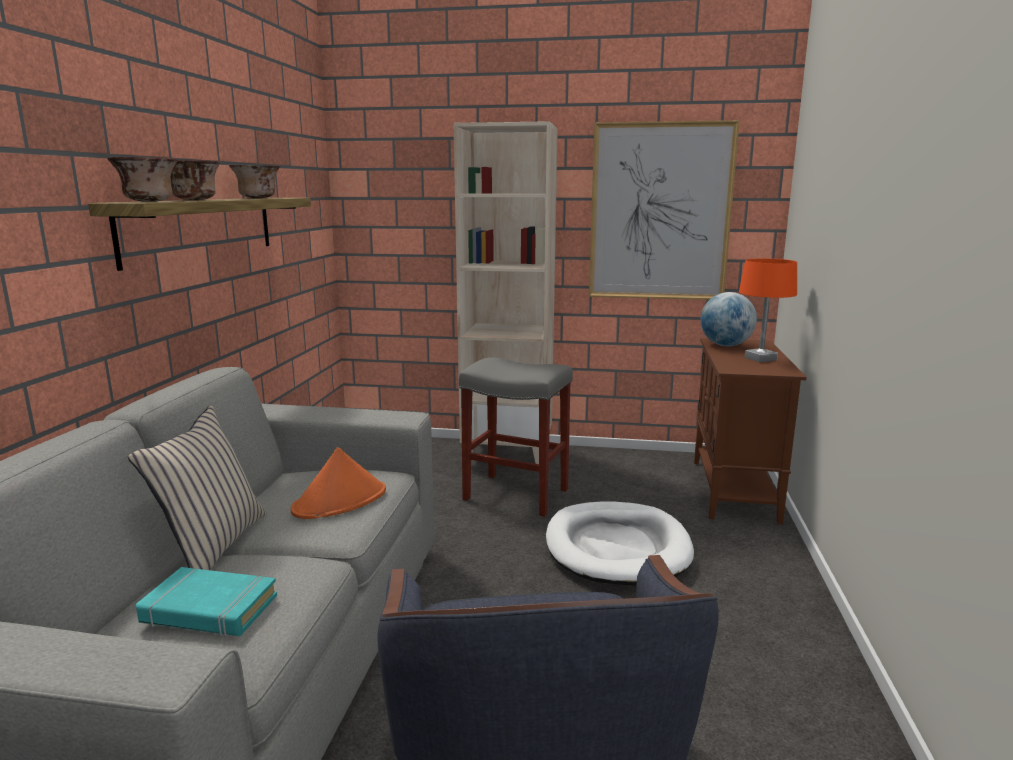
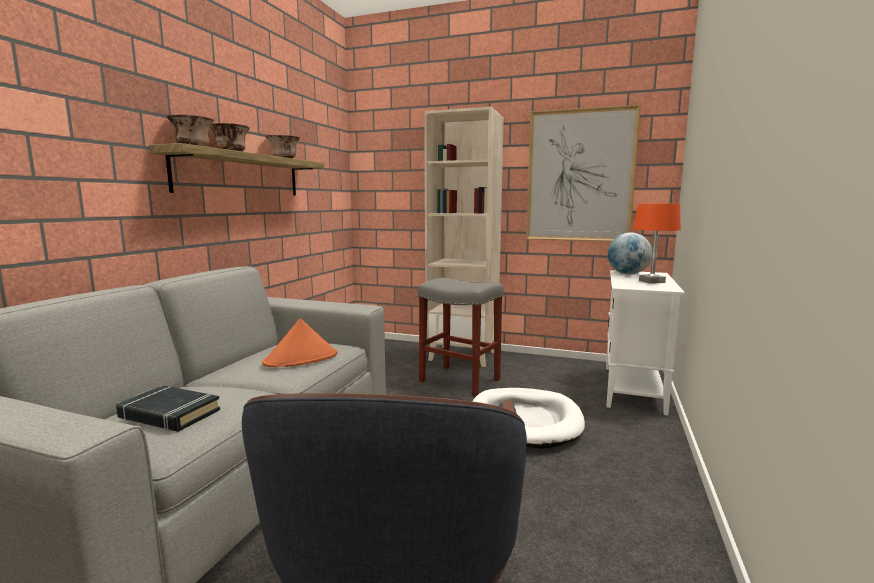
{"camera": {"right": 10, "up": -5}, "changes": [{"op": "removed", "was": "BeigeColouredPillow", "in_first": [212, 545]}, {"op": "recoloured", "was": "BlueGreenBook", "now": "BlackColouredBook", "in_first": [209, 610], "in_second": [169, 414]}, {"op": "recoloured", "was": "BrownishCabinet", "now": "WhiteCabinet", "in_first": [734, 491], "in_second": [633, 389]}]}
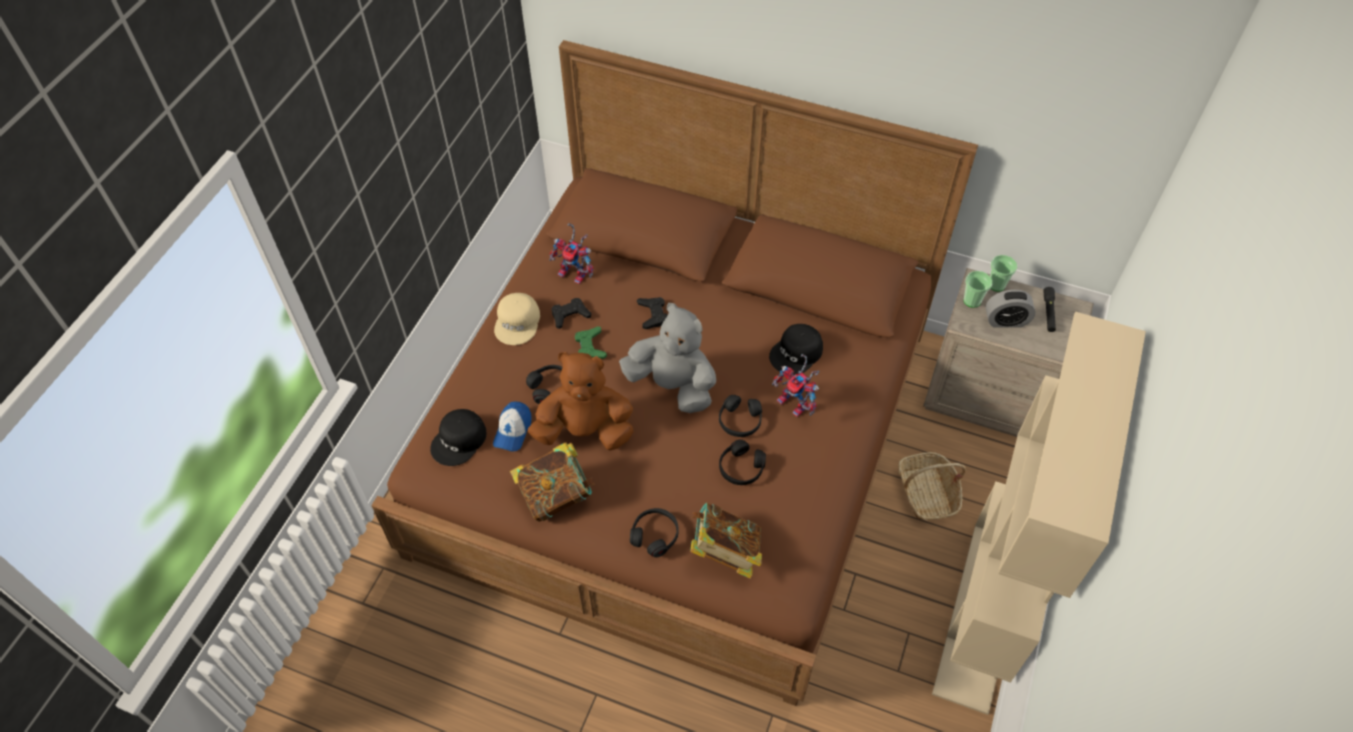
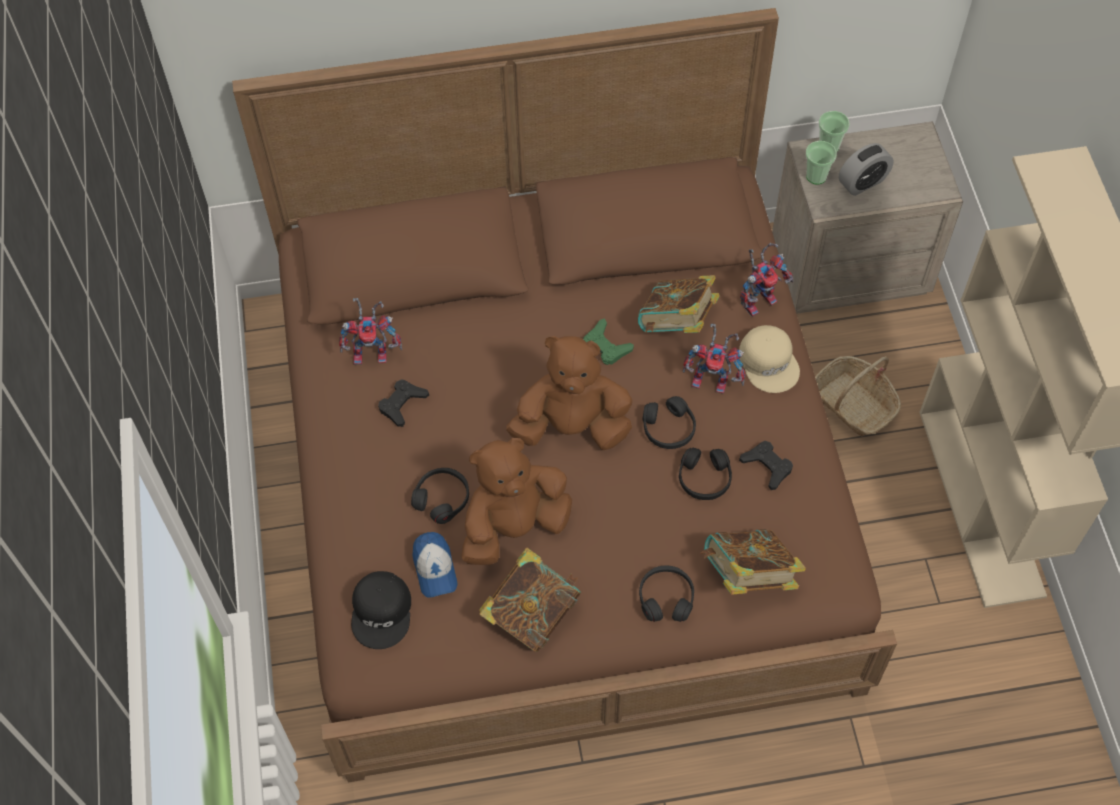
{"camera": {"right": -30, "up": 5}, "changes": [{"op": "removed", "was": "BlackColouredTorch", "in_first": [1048, 313]}, {"op": "added", "now": "ModelRobot", "in_second": [759, 299]}, {"op": "moved", "was": "BeigeColouredBaseballCap", "in_first": [518, 322], "in_second": [769, 362]}, {"op": "moved", "was": "GreenishJoypad", "in_first": [590, 347], "in_second": [606, 346]}, {"op": "moved", "was": "BlackColouredJoypad", "in_first": [653, 315], "in_second": [767, 466]}, {"op": "replaced", "was": "BlackColouredBaseballCap", "now": "Book", "in_first": [797, 353], "in_second": [677, 323]}, {"op": "recoloured", "was": "GreyCuddlyToy", "now": "BrownishCuddlyToy", "in_first": [672, 385], "in_second": [572, 426]}]}
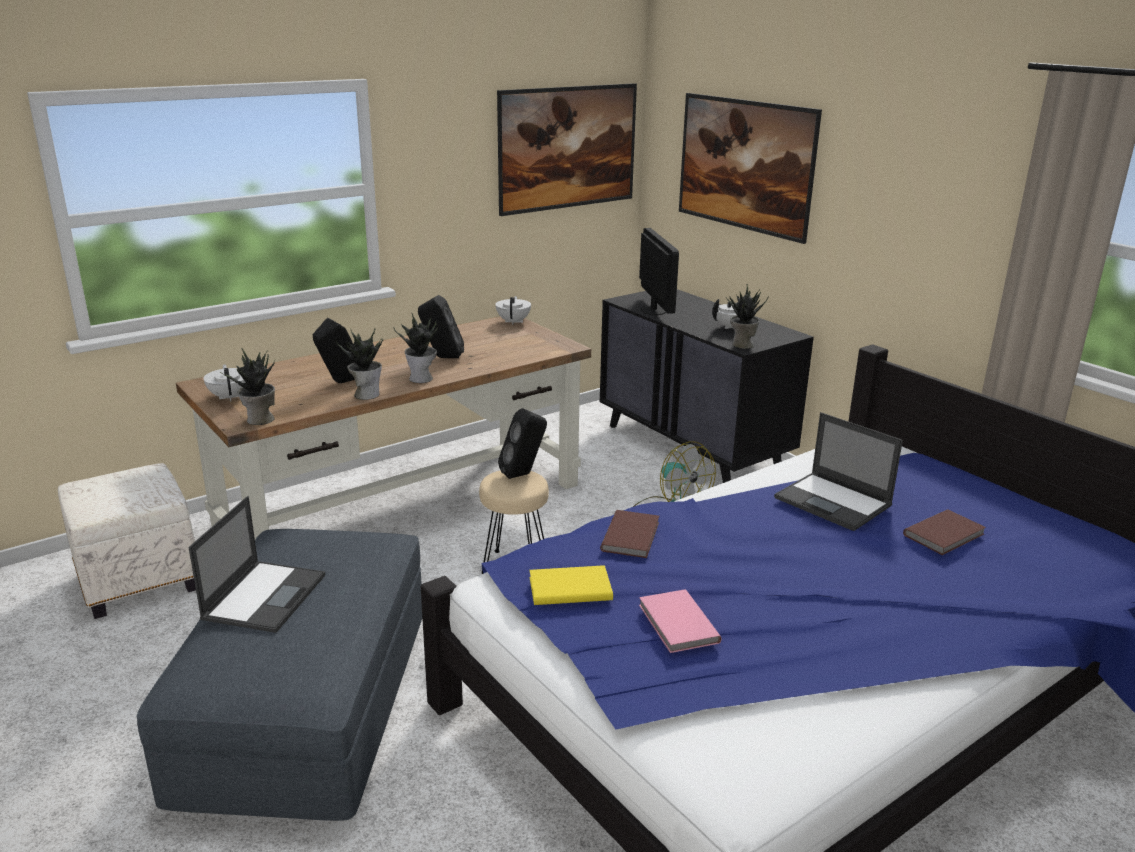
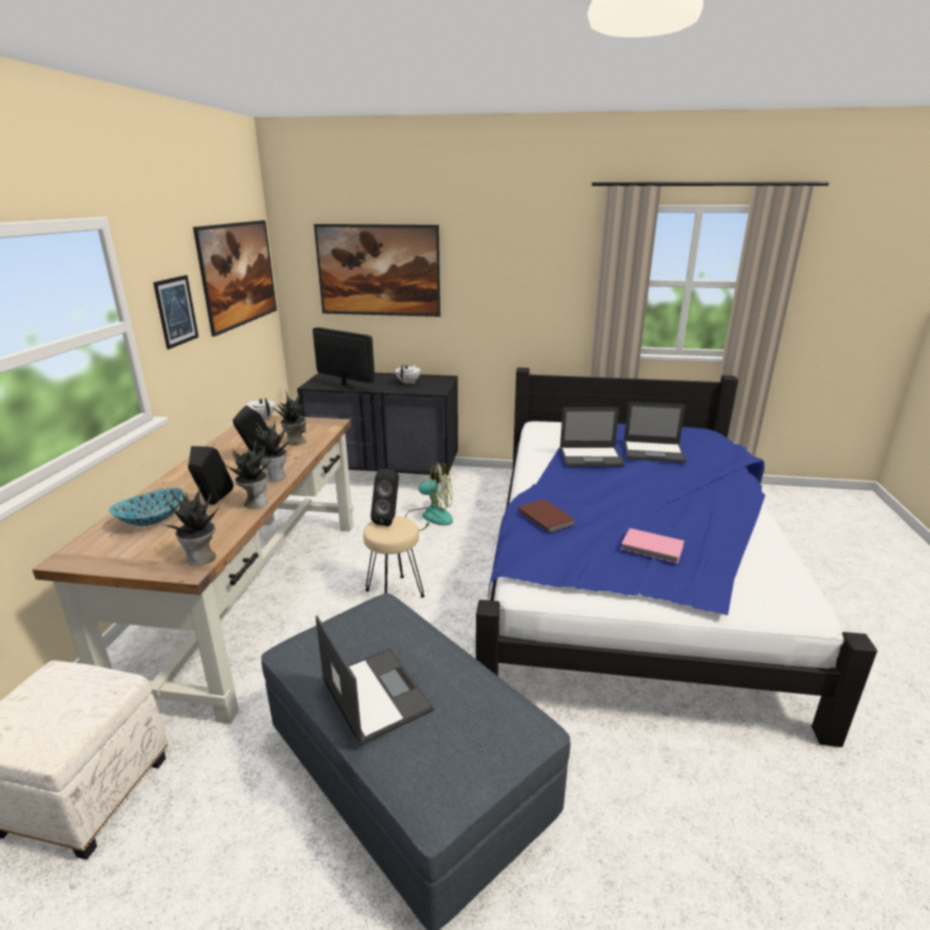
{"camera": {"right": -45, "up": 0}, "changes": [{"op": "removed", "was": "WhitePotForTea", "in_first": [230, 397]}, {"op": "removed", "was": "YellowColouredBook", "in_first": [569, 587]}, {"op": "added", "now": "ServingBowl", "in_second": [152, 520]}, {"op": "added", "now": "WallPicture", "in_second": [176, 311]}, {"op": "moved", "was": "PlantInAPot", "in_first": [742, 345], "in_second": [295, 442]}, {"op": "replaced", "was": "BrownishBook", "now": "NotebookComputer", "in_first": [946, 535], "in_second": [654, 452]}]}
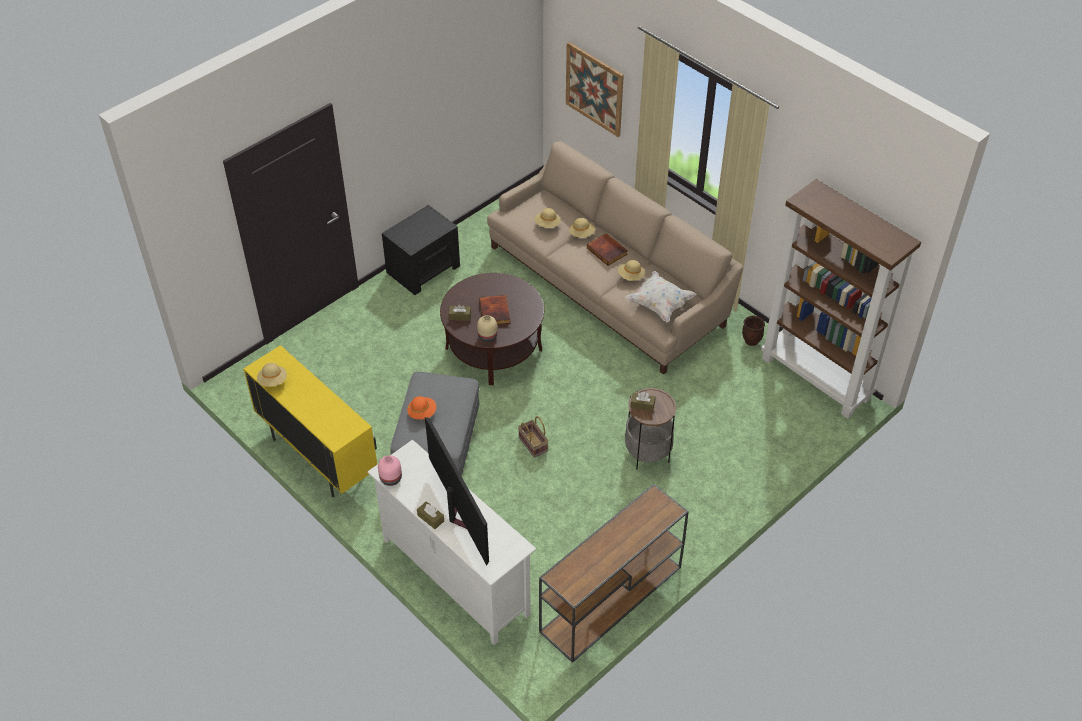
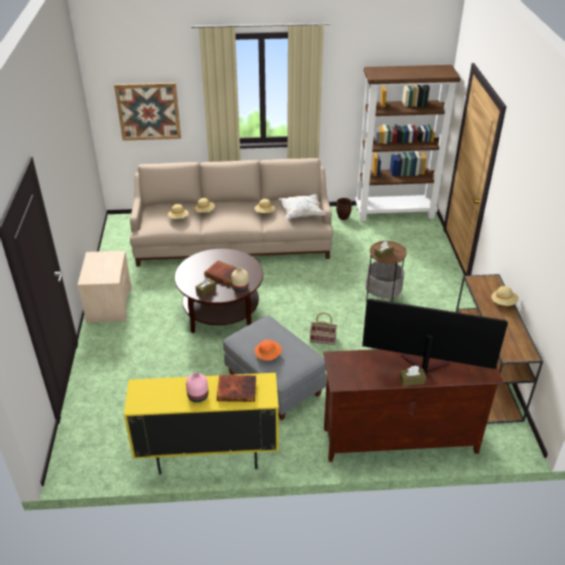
{"camera": {"right": -50, "up": -10}, "changes": [{"op": "moved", "was": "BeigeColouredWearableHat", "in_first": [273, 381], "in_second": [503, 302]}, {"op": "moved", "was": "PinkFlowerVase", "in_first": [390, 478], "in_second": [197, 396]}, {"op": "moved", "was": "Book", "in_first": [607, 251], "in_second": [237, 389]}, {"op": "recoloured", "was": "WhiteTvUnit", "now": "BrownishTvUnit", "in_first": [454, 577], "in_second": [399, 440]}, {"op": "recoloured", "was": "BlackColouredNightTable", "now": "BeigeColouredNightTable", "in_first": [423, 269], "in_second": [109, 304]}]}
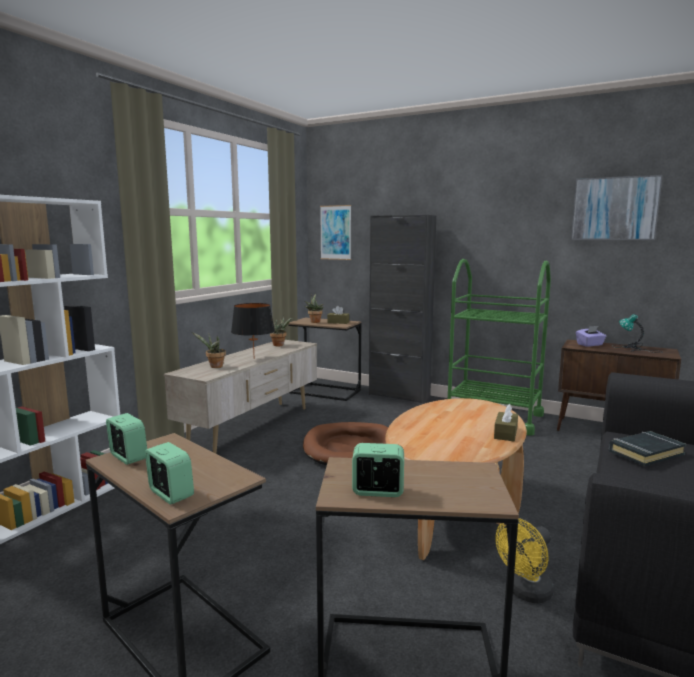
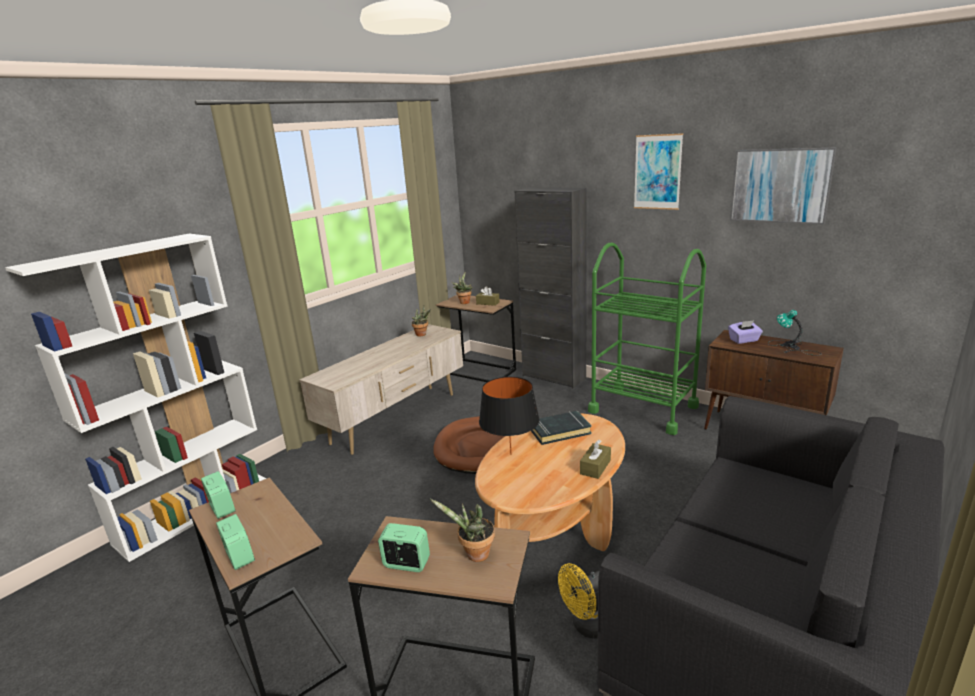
{"camera": {"right": 10, "up": 10}, "changes": [{"op": "moved", "was": "PlantInAPot", "in_first": [214, 367], "in_second": [474, 555]}, {"op": "moved", "was": "BlackColouredLampForATable", "in_first": [254, 358], "in_second": [511, 454]}, {"op": "moved", "was": "WallPicture", "in_first": [335, 232], "in_second": [657, 172]}, {"op": "moved", "was": "BlackColouredBook", "in_first": [645, 453], "in_second": [559, 431]}]}
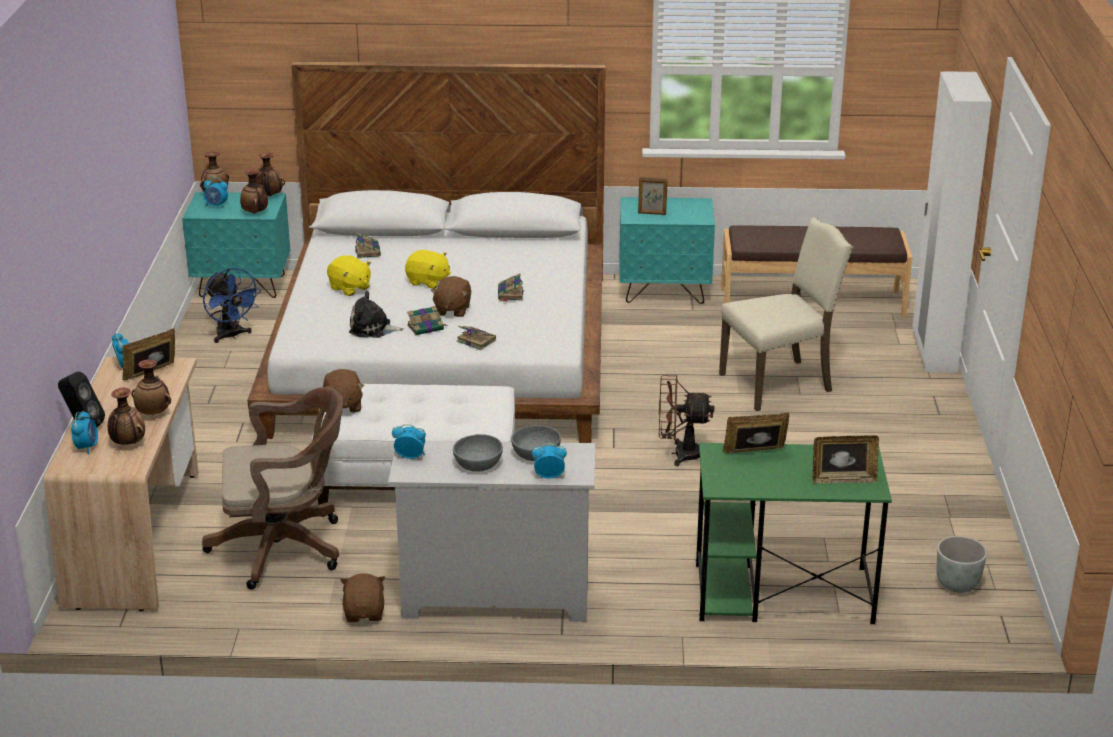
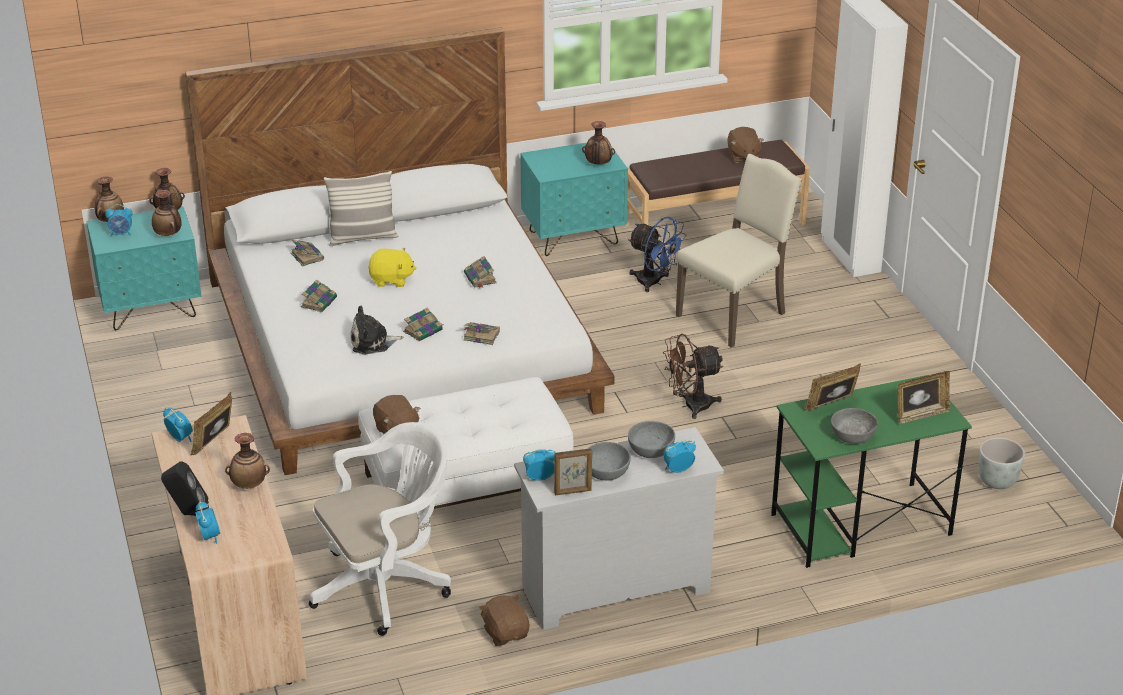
{"camera": {"right": -20, "up": 5}, "changes": [{"op": "added", "now": "Pillow", "in_second": [362, 238]}, {"op": "added", "now": "GreyServingBowl", "in_second": [852, 435]}, {"op": "moved", "was": "FlowerVase", "in_first": [128, 443], "in_second": [598, 164]}, {"op": "moved", "was": "BlueColouredFan", "in_first": [231, 336], "in_second": [654, 282]}, {"op": "moved", "was": "BrownishCuddlyToy", "in_first": [452, 310], "in_second": [743, 157]}, {"op": "moved", "was": "PhotoFrame", "in_first": [652, 213], "in_second": [573, 492]}, {"op": "replaced", "was": "YellowColouredCuddlyToy", "now": "Book", "in_first": [350, 288], "in_second": [319, 302]}, {"op": "recoloured", "was": "BrownishComputerChair", "now": "WhiteComputerChair", "in_first": [285, 548], "in_second": [386, 585]}]}
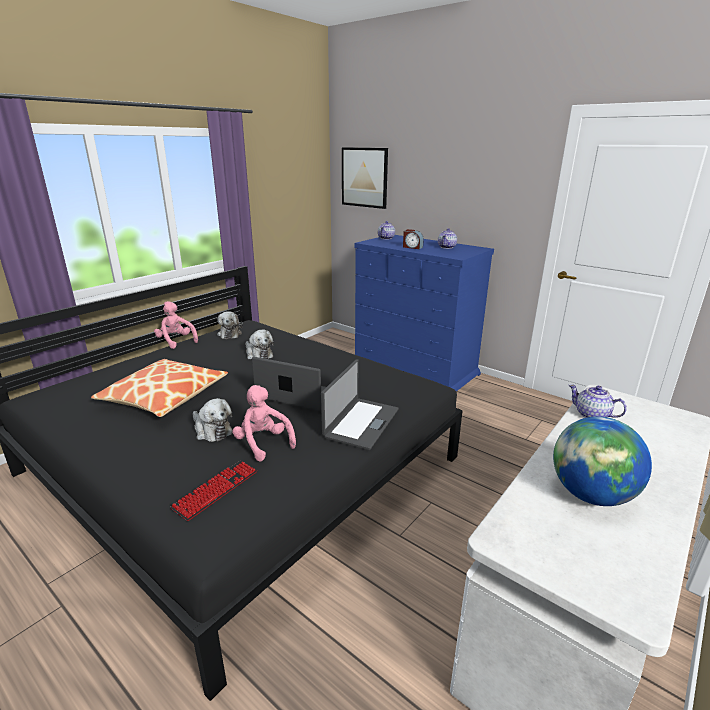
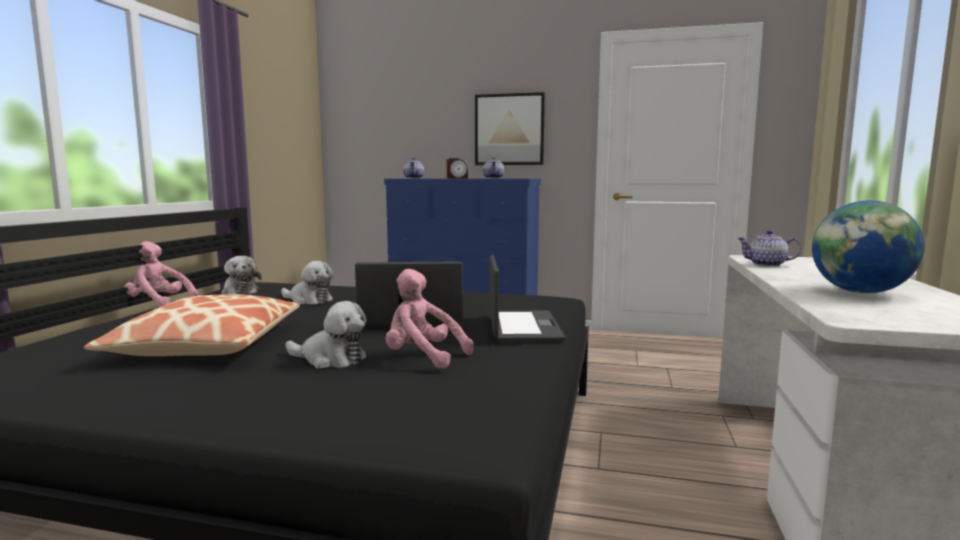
{"camera": {"right": -25, "up": -15}, "changes": [{"op": "removed", "was": "PcKeyboard", "in_first": [216, 490]}, {"op": "moved", "was": "WallPicture", "in_first": [364, 177], "in_second": [509, 129]}]}
